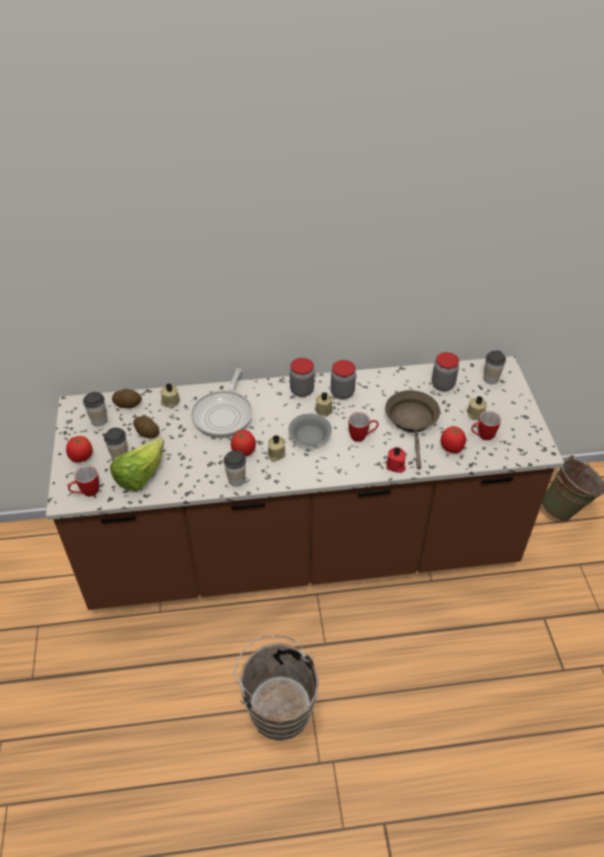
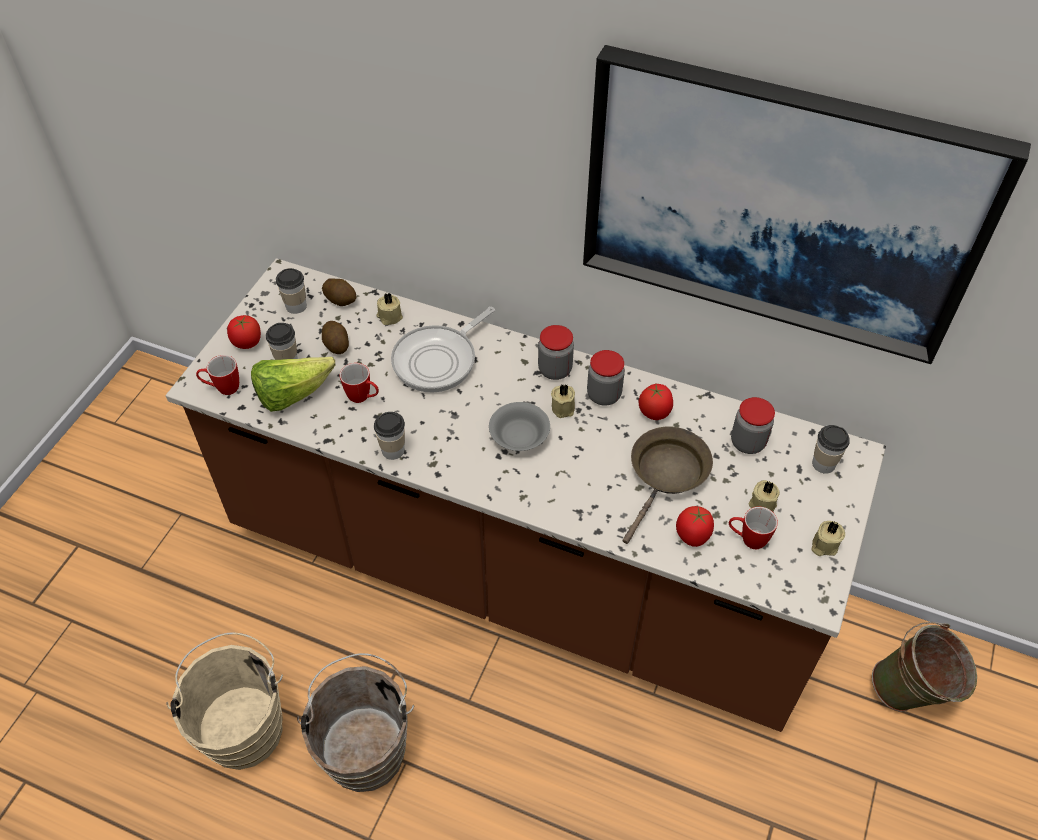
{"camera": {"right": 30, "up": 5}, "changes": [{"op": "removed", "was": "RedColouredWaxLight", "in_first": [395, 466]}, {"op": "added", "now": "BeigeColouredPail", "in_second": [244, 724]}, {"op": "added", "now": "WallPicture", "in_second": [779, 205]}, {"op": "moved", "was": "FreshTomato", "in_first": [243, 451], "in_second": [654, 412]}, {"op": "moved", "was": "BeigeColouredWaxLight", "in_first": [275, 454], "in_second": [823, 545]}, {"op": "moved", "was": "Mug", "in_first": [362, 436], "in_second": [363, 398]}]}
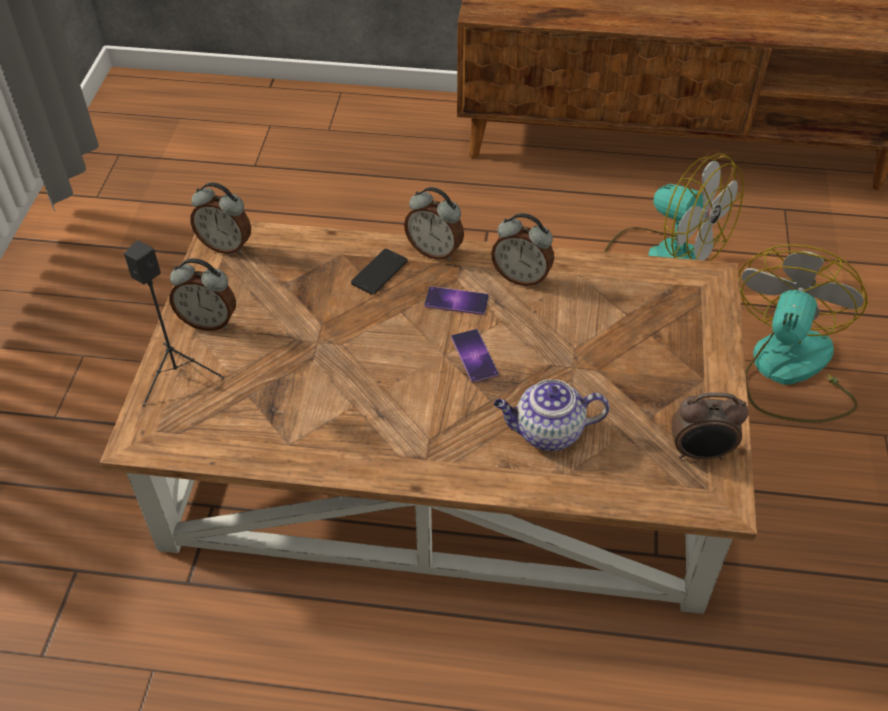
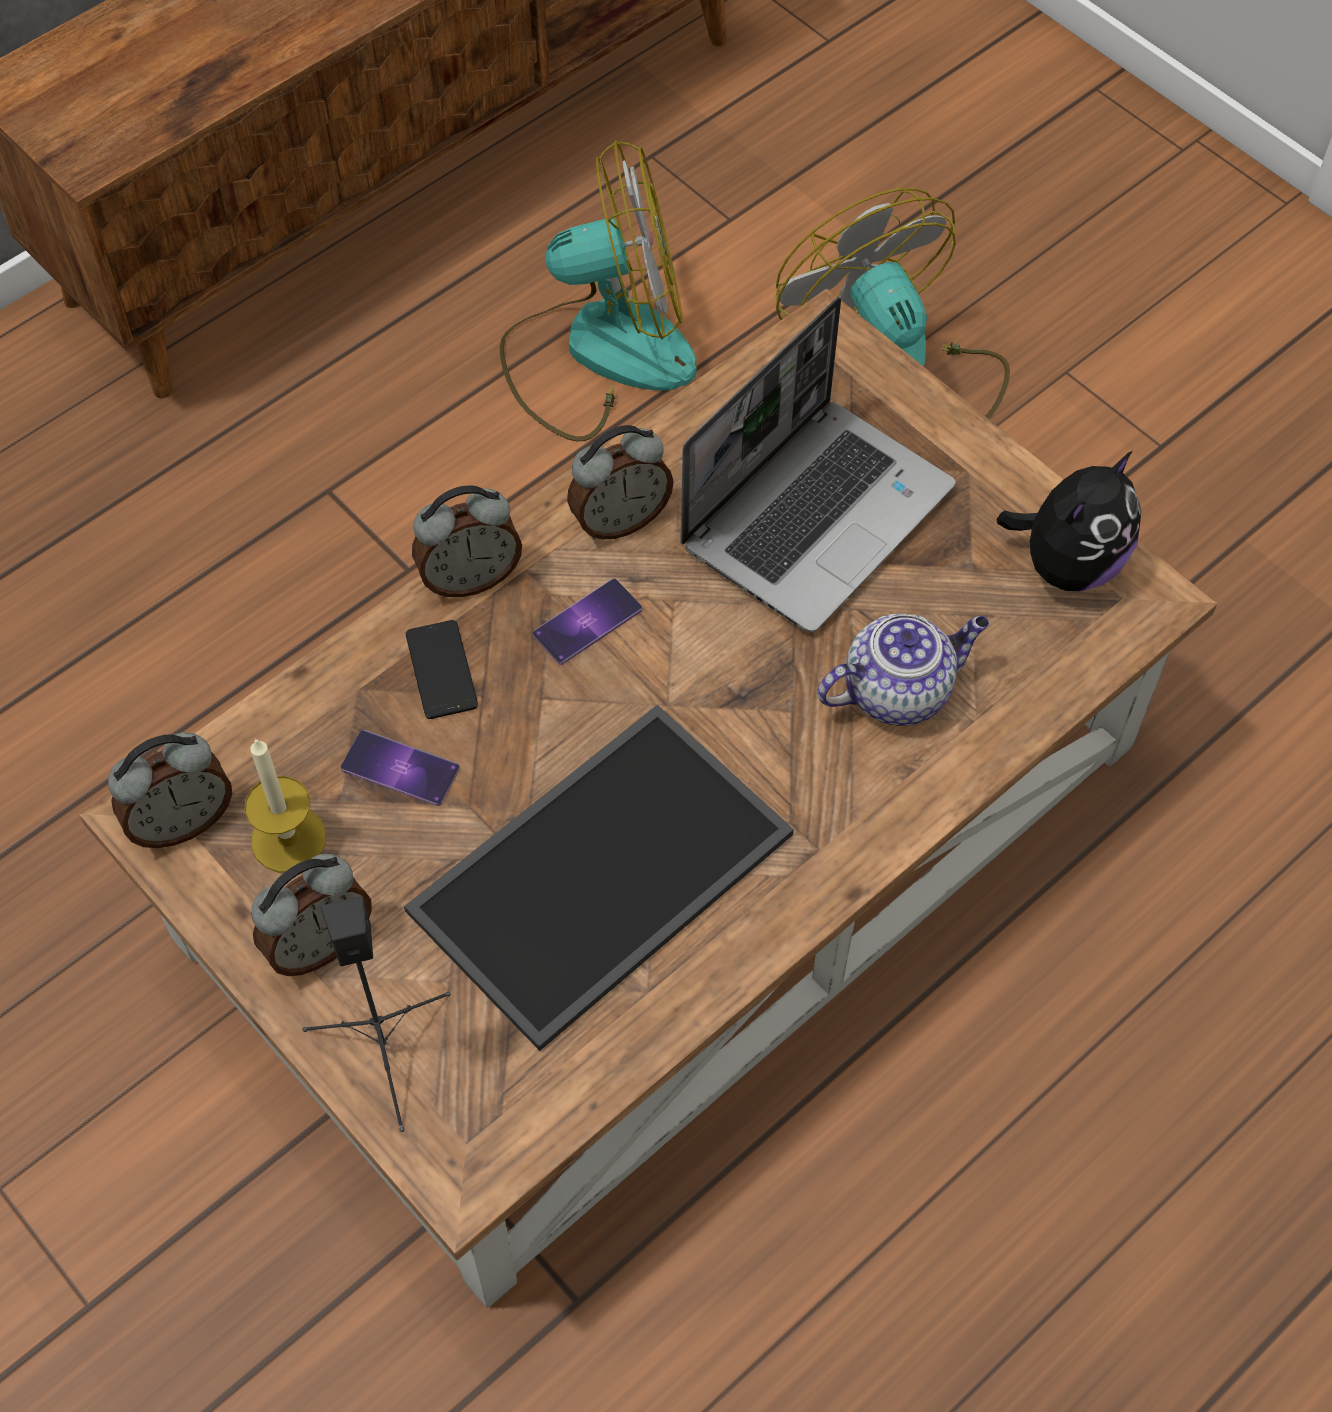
{"camera": {"right": -50, "up": 10}, "changes": [{"op": "added", "now": "WaxLight", "in_second": [288, 839]}, {"op": "added", "now": "Tray", "in_second": [600, 866]}, {"op": "added", "now": "NotebookComputer", "in_second": [817, 514]}, {"op": "moved", "was": "Phone", "in_first": [474, 356], "in_second": [400, 768]}, {"op": "replaced", "was": "BedsideClock", "now": "CuddlyToy", "in_first": [700, 453], "in_second": [1067, 563]}, {"op": "turned", "was": "PotForTea", "in_first": [547, 432], "in_second": [898, 690], "clockwise": -150}]}
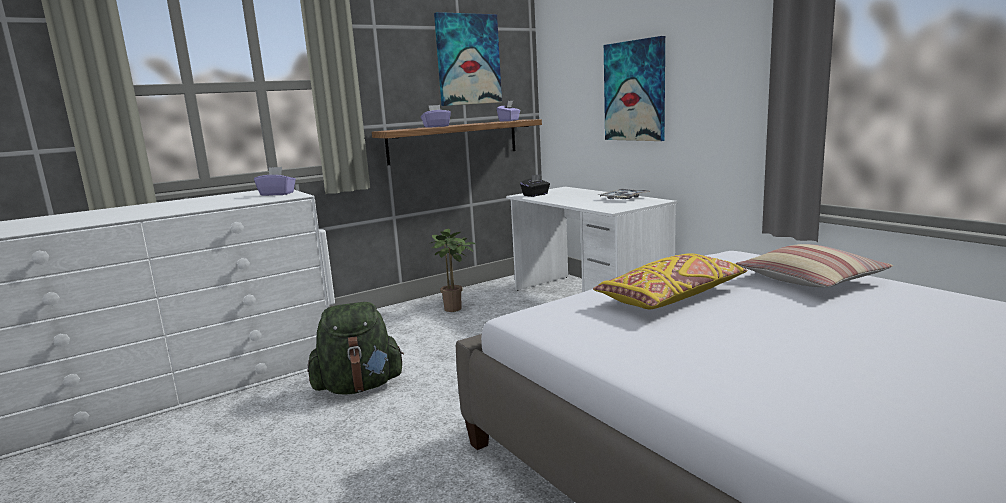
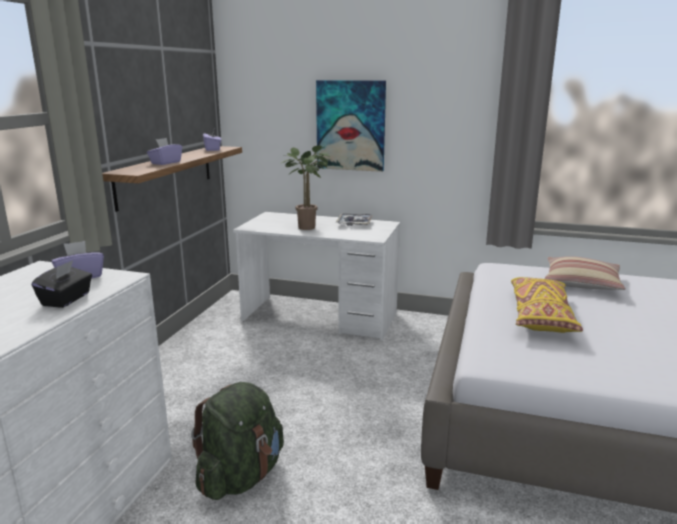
{"camera": {"right": -40, "up": 5}, "changes": [{"op": "removed", "was": "WallPicture", "in_first": [468, 59]}, {"op": "moved", "was": "PlantInAPot", "in_first": [455, 309], "in_second": [310, 227]}, {"op": "moved", "was": "BlackColouredTissueHolder", "in_first": [535, 195], "in_second": [66, 299]}]}
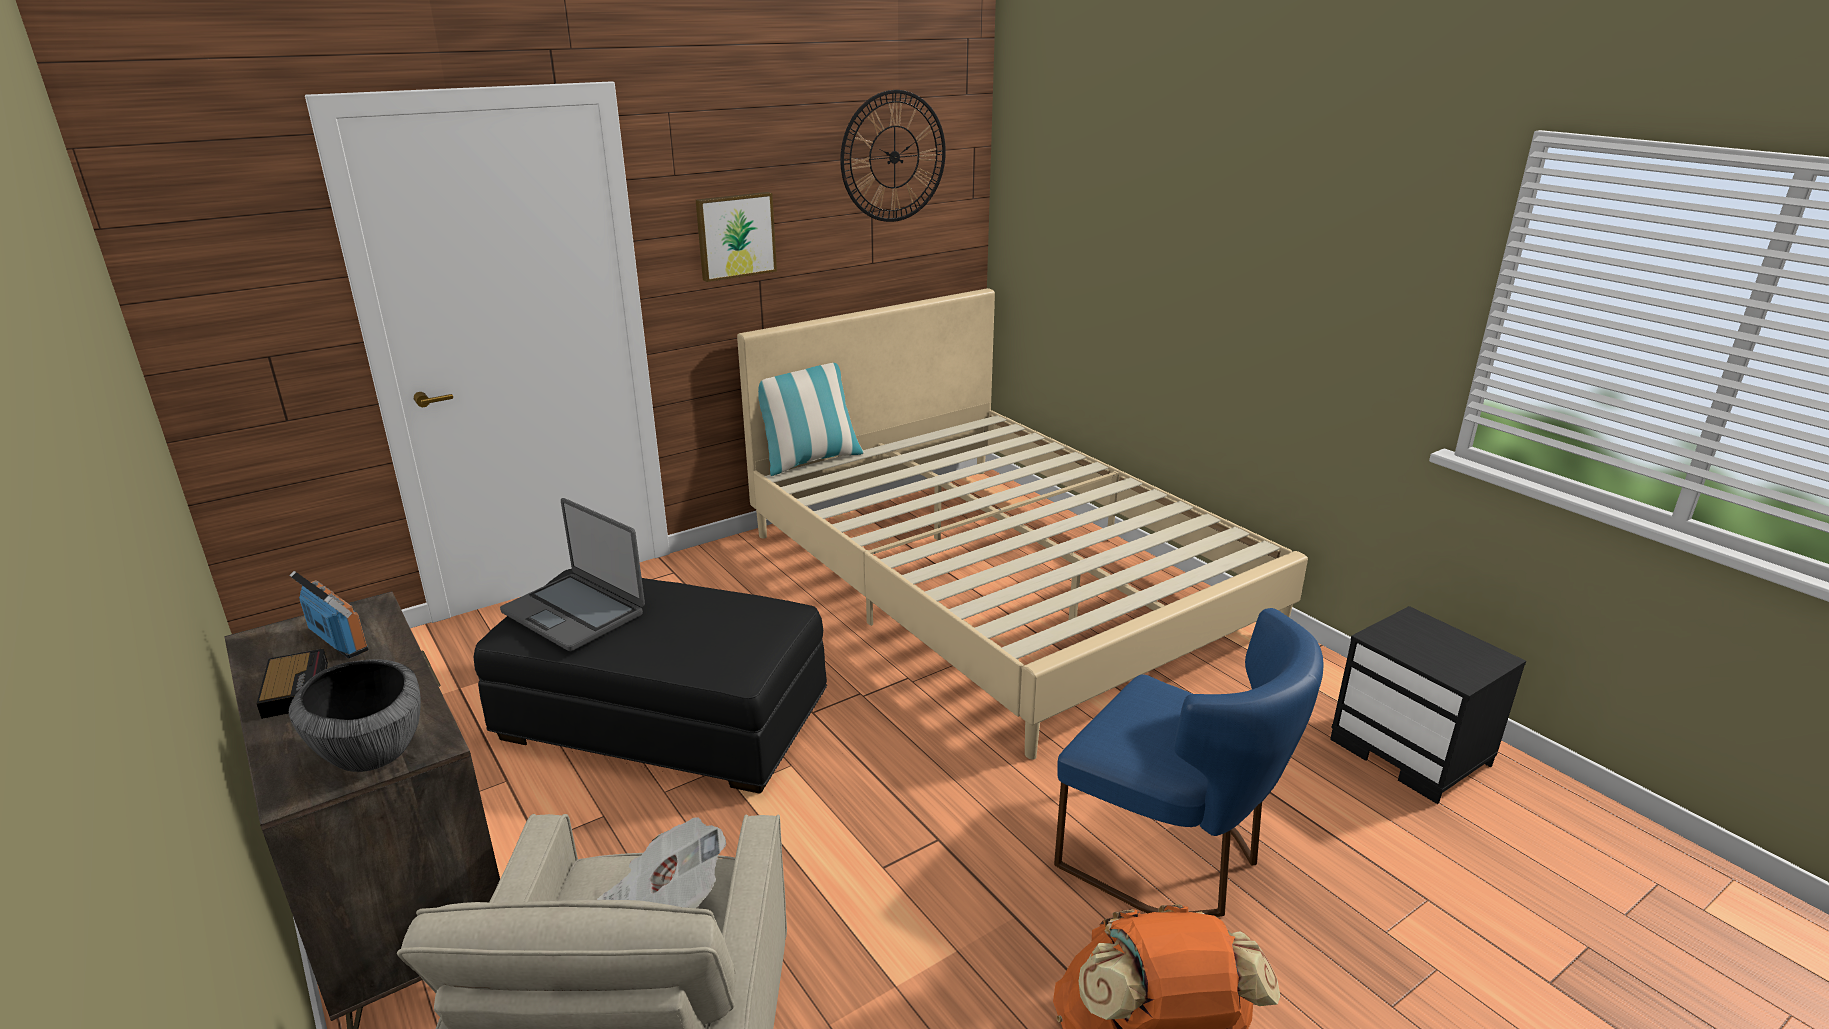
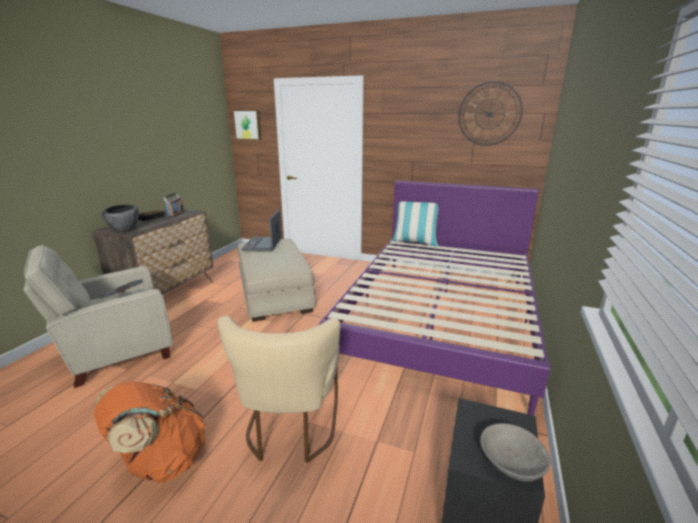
{"camera": {"right": 55, "up": -5}, "changes": [{"op": "added", "now": "GreyServingBowl", "in_second": [511, 462]}, {"op": "moved", "was": "WallPicture", "in_first": [735, 235], "in_second": [248, 124]}, {"op": "recoloured", "was": "BlackColouredPouffe", "now": "BeigeColouredPouffe", "in_first": [664, 719], "in_second": [275, 293]}, {"op": "recoloured", "was": "BeigeColouredBed", "now": "PurpleColouredBed", "in_first": [999, 580], "in_second": [441, 317]}, {"op": "recoloured", "was": "BlueColouredPlainChair", "now": "BeigeColouredPlainChair", "in_first": [1172, 857], "in_second": [291, 430]}]}
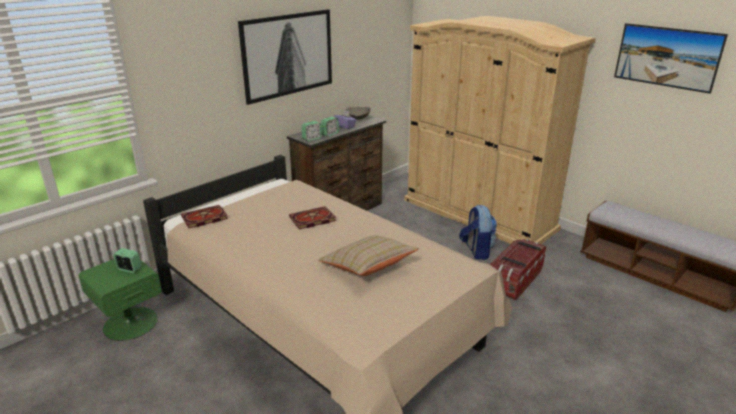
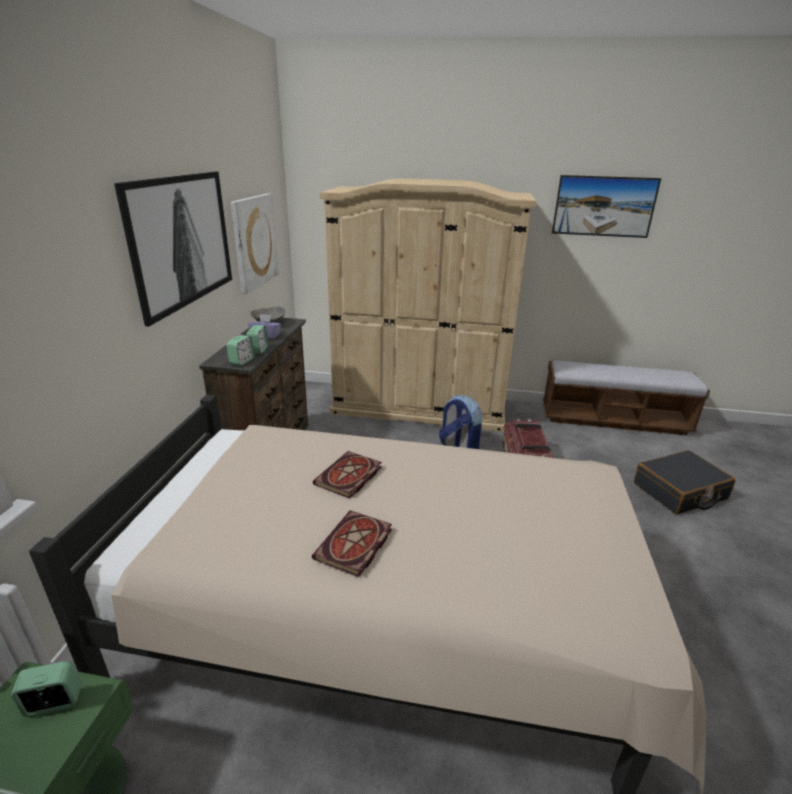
{"camera": {"right": -35, "up": 0}, "changes": [{"op": "removed", "was": "BeigeColouredPillow", "in_first": [368, 267]}, {"op": "added", "now": "WallPicture", "in_second": [254, 241]}, {"op": "added", "now": "BlackColouredSuitcase", "in_second": [679, 491]}, {"op": "moved", "was": "Book", "in_first": [203, 219], "in_second": [354, 546]}]}
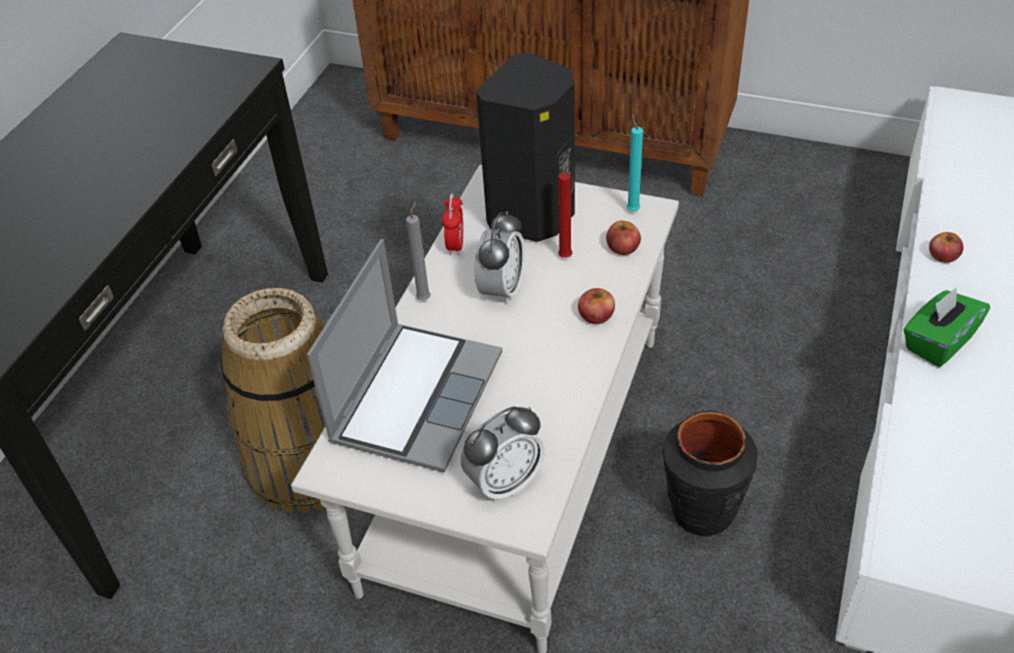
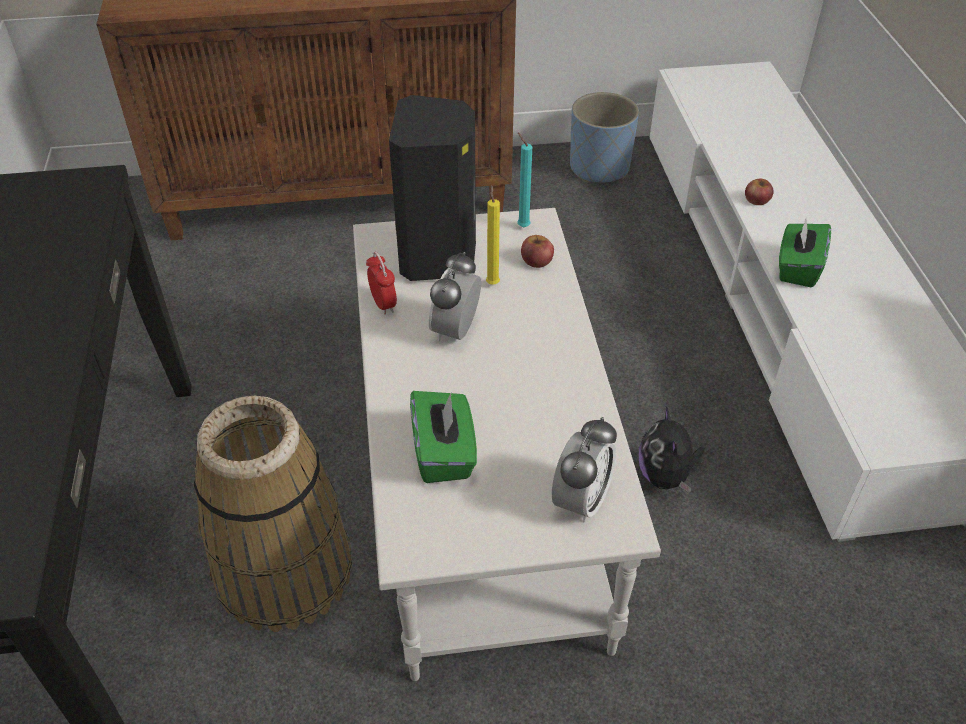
{"camera": {"right": -30, "up": 0}, "changes": [{"op": "removed", "was": "GreyWaxLight", "in_first": [425, 298]}, {"op": "removed", "was": "Apple", "in_first": [596, 315]}, {"op": "added", "now": "BlueColouredFlowerPot", "in_second": [599, 168]}, {"op": "replaced", "was": "NotebookComputer", "now": "GreenishTissueHolder", "in_first": [416, 396], "in_second": [444, 453]}, {"op": "replaced", "was": "BlackColouredFlowerVase", "now": "CuddlyToy", "in_first": [701, 510], "in_second": [665, 476]}, {"op": "recoloured", "was": "RedColouredWaxLight", "now": "YellowColouredWaxLight", "in_first": [566, 255], "in_second": [492, 282]}, {"op": "turned", "was": "BedsideClock", "in_first": [502, 289], "in_second": [456, 330], "clockwise": -150}]}
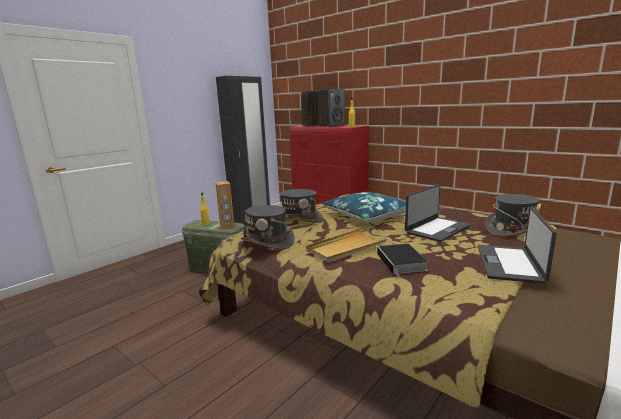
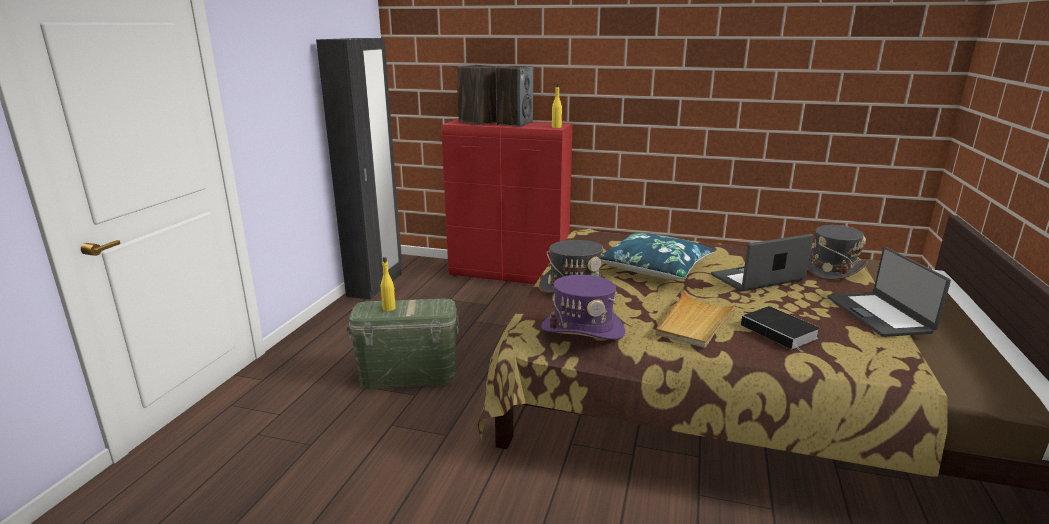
{"camera": {"right": -25, "up": 5}, "changes": [{"op": "removed", "was": "BrownishLoudspeaker", "in_first": [227, 226]}, {"op": "recoloured", "was": "GreyWearableHat", "now": "PurpleColouredWearableHat", "in_first": [268, 242], "in_second": [583, 329]}, {"op": "turned", "was": "NotebookComputer", "in_first": [437, 229], "in_second": [758, 278], "clockwise": -135}]}
